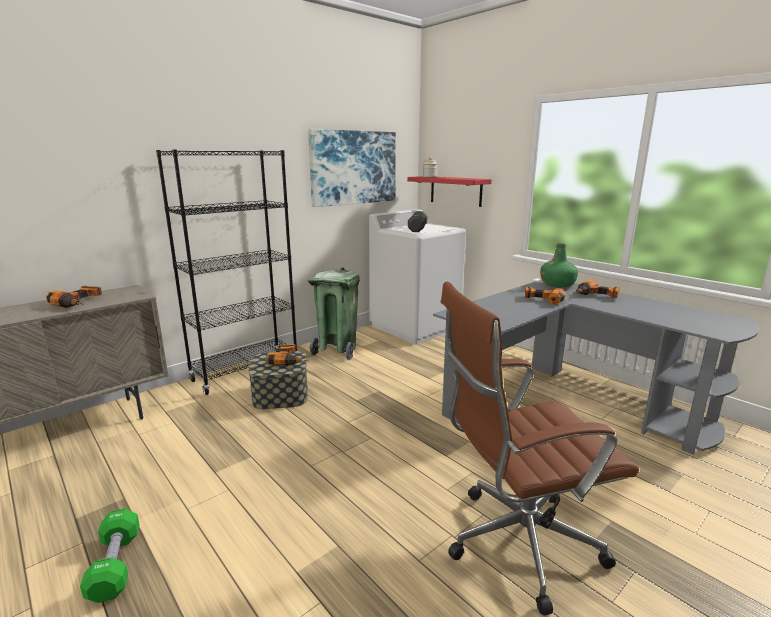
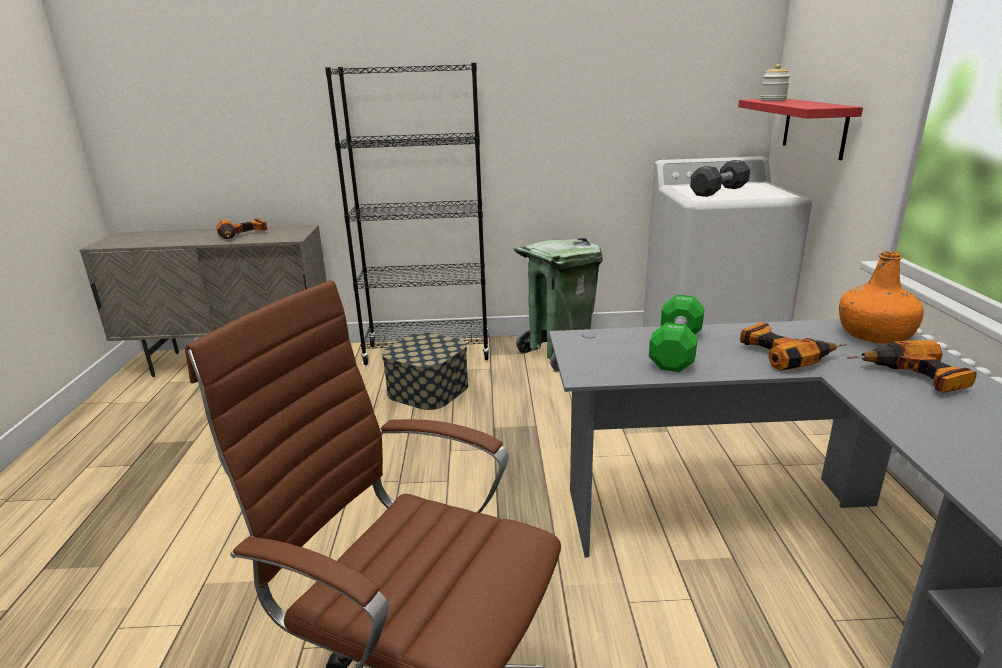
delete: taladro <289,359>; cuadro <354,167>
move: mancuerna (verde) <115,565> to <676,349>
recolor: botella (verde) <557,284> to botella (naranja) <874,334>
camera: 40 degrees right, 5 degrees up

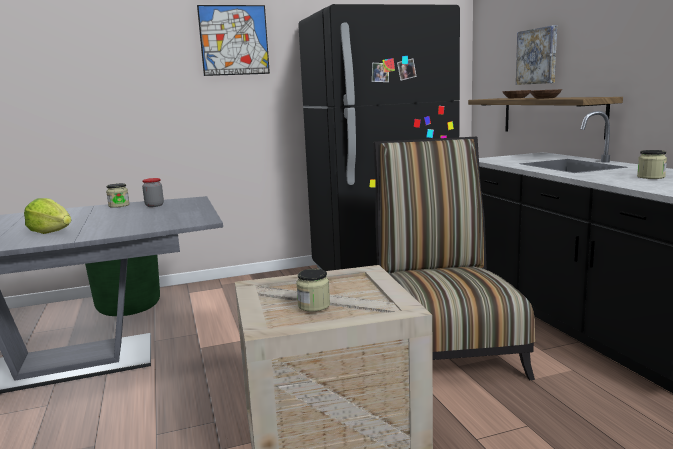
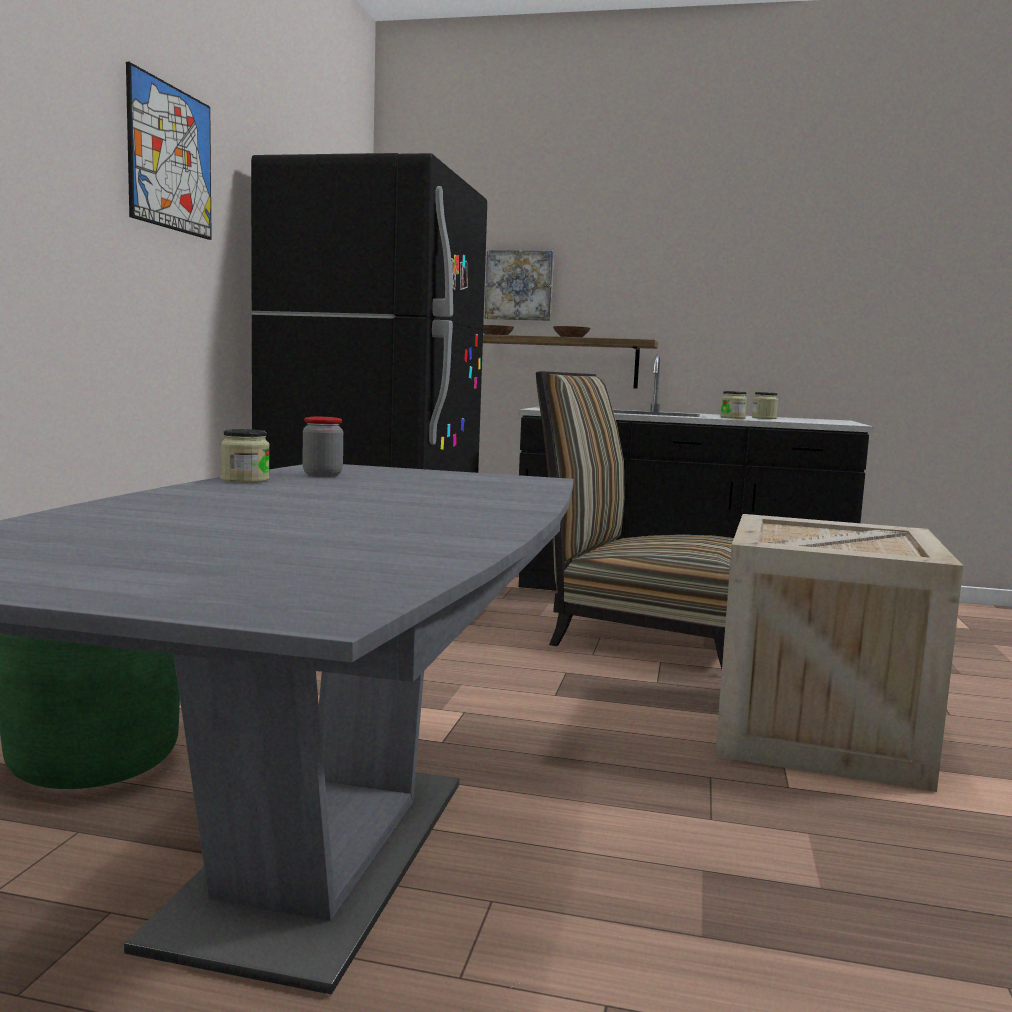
delete: lechuga <51,232>
move: tarro <314,305> to <733,418>
camera: 60 degrees left, 5 degrees down

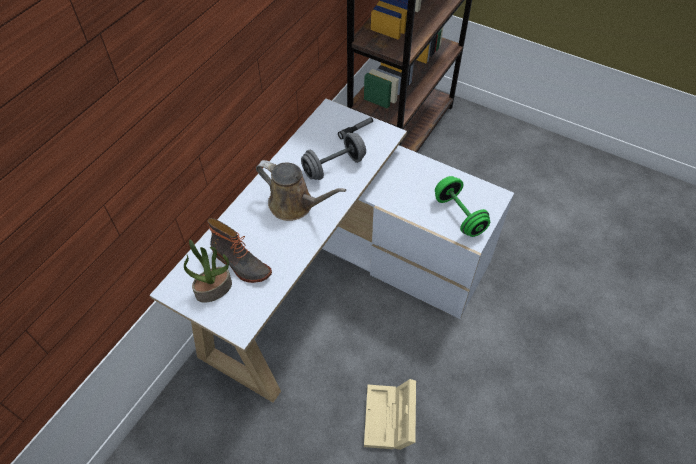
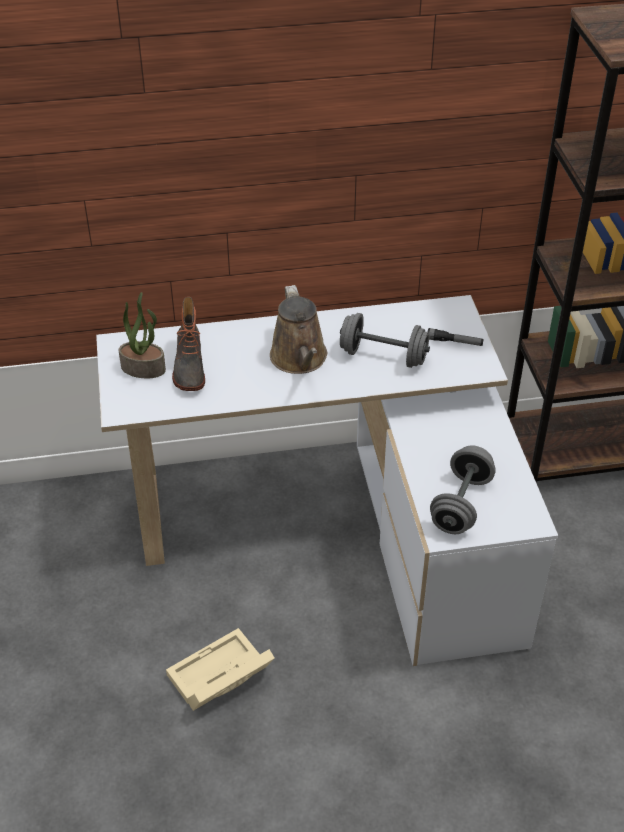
recolor: mancuerna (verde) <459,215> to mancuerna (gris) <461,504>
camera: 50 degrees right, 10 degrees down

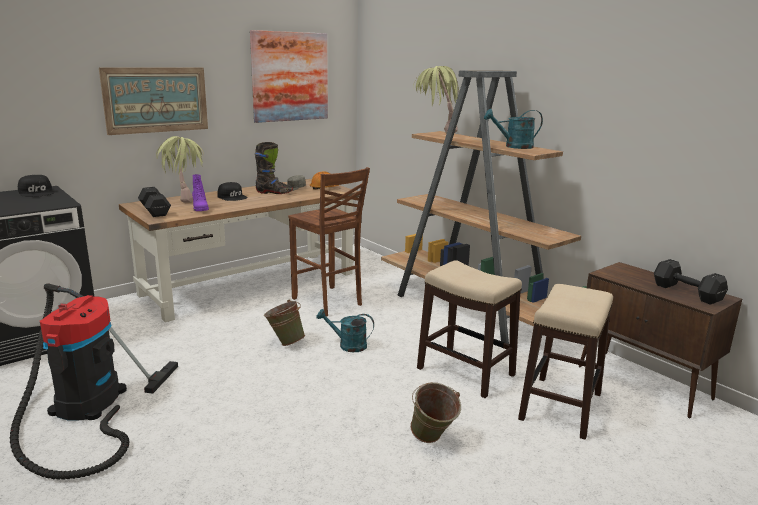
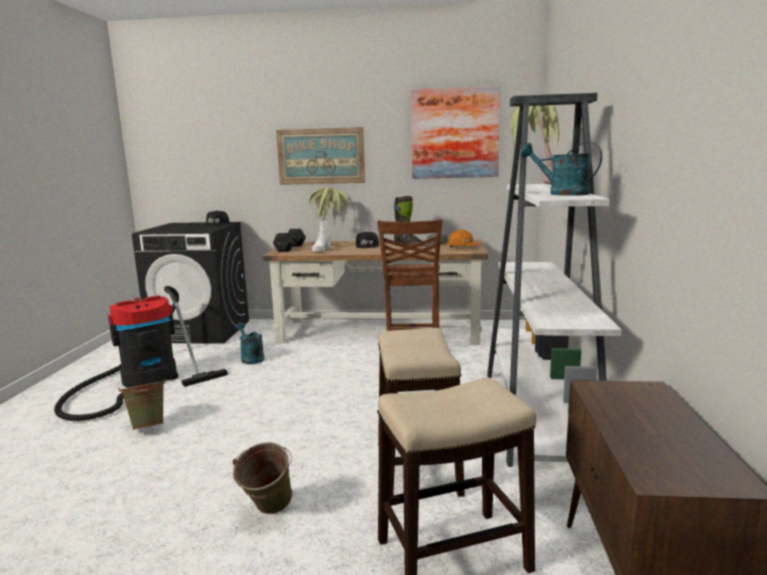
delete: mancuerna (negro) <685,292>
move: cubo (verde) <285,342> to <148,426>; regadera (turquesa) <347,345> to <250,358>
recolor: bota (morado) <200,209> to bota (blanco) <321,250>; estantería (marrón) <472,312> to estantería (blanco) <540,416>
camera: 45 degrees right, 5 degrees down

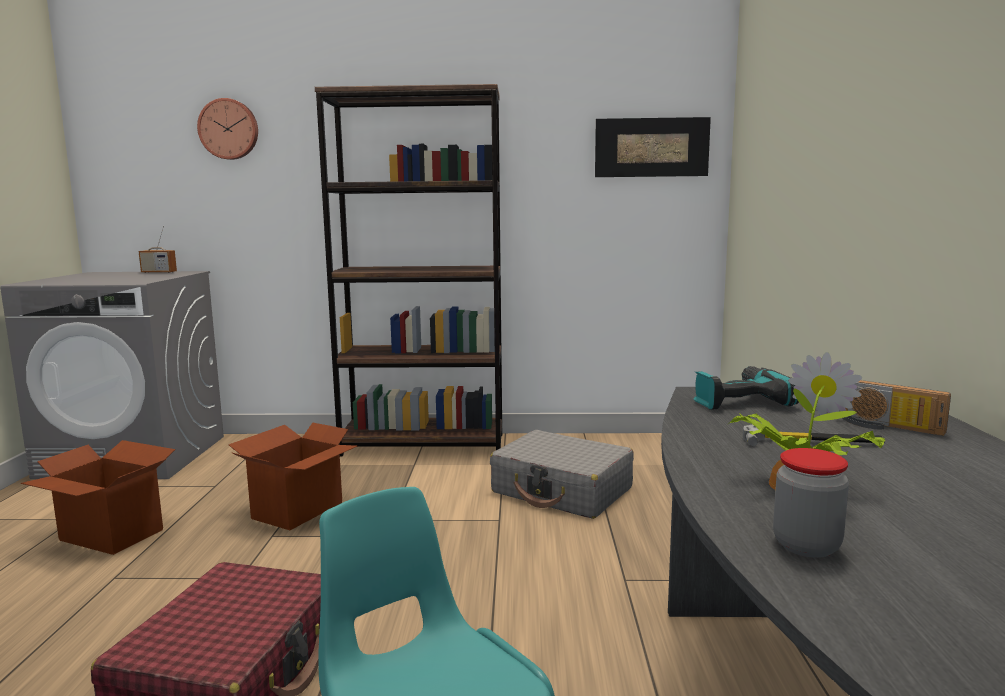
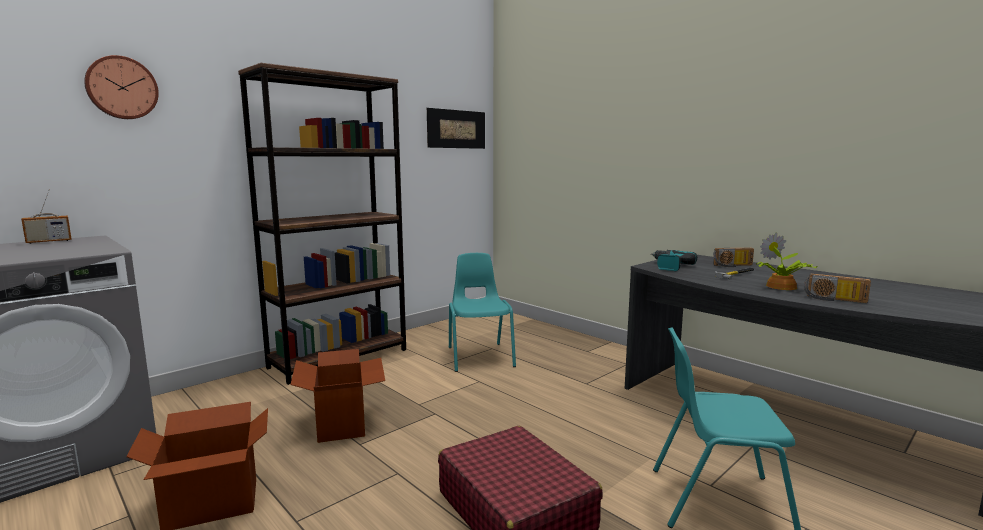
replace: maleta (gris) <562,491> to silla (turquesa) <480,356>; tarro <806,546> to radio <834,300>
camera: 45 degrees left, 0 degrees up

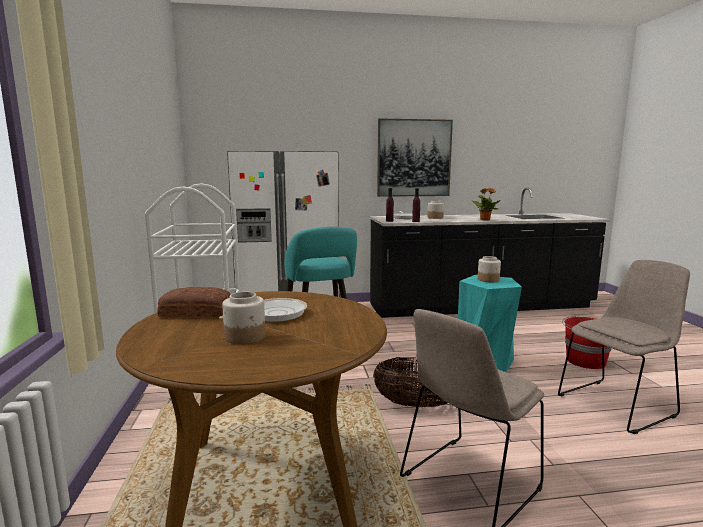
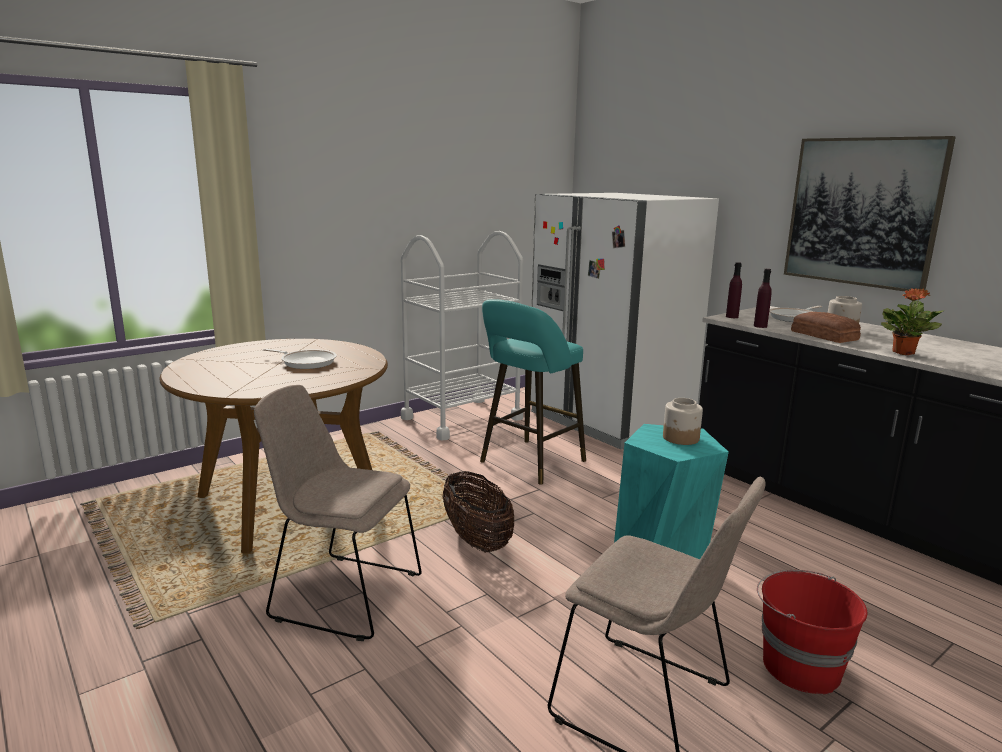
delete: tarro <245,337>
move: pan <196,312> to <824,335>
camera: 60 degrees right, 5 degrees up

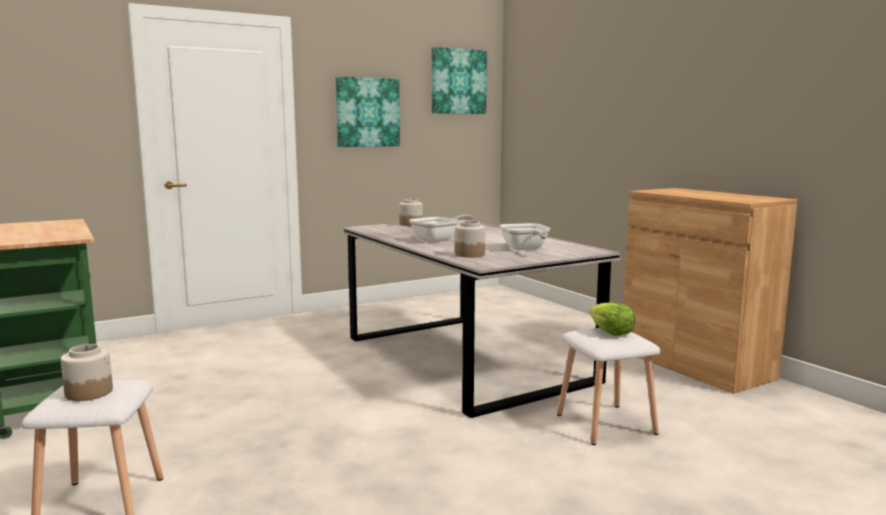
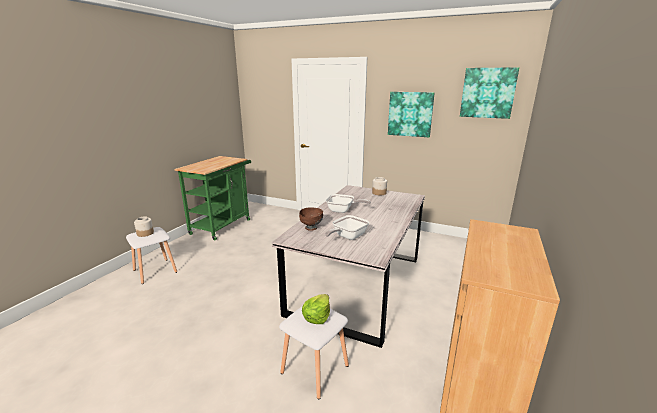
replace: tarro <469,254> to cuenco (marrón) <311,228>
camera: 55 degrees right, 10 degrees up

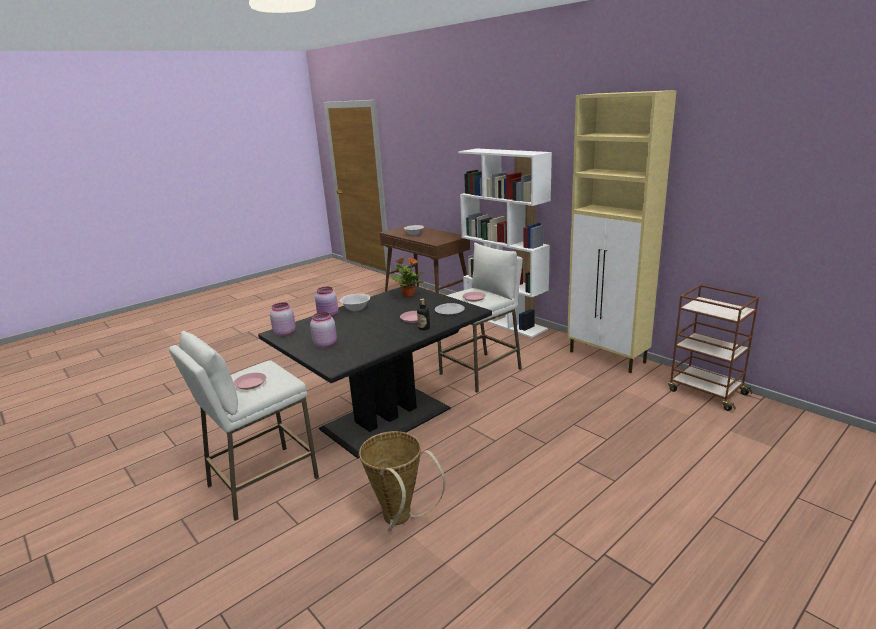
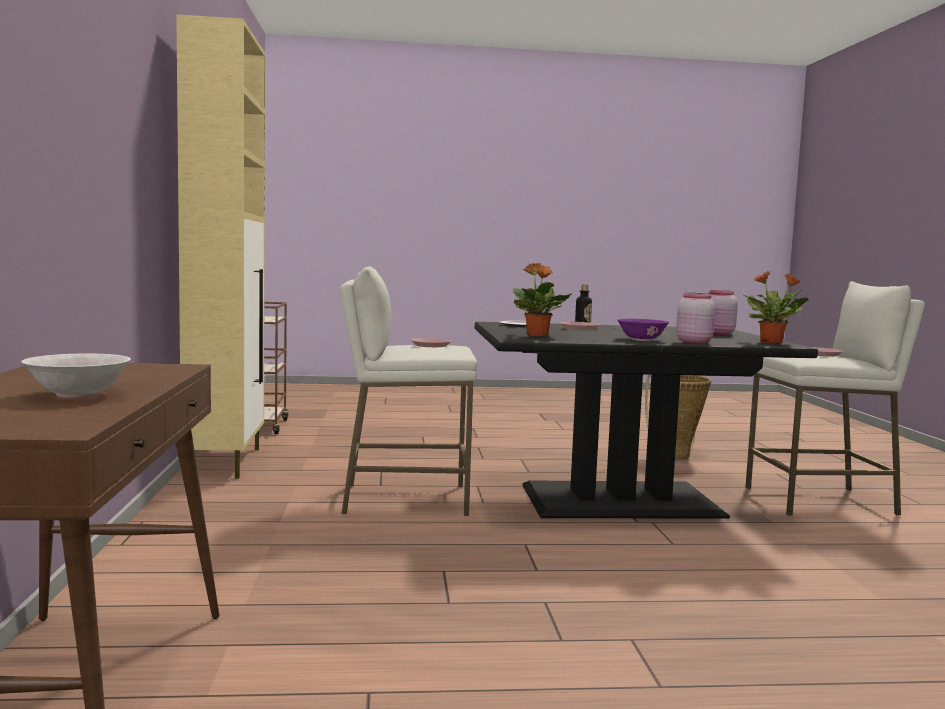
delete: estantería (blanco) <505,321>
replace: tarro (rosa) <285,333> to planta en maceta <772,343>
recolor: cuenco (blanco) <356,309> to cuenco (morado) <642,340>
camera: 145 degrees left, 15 degrees down

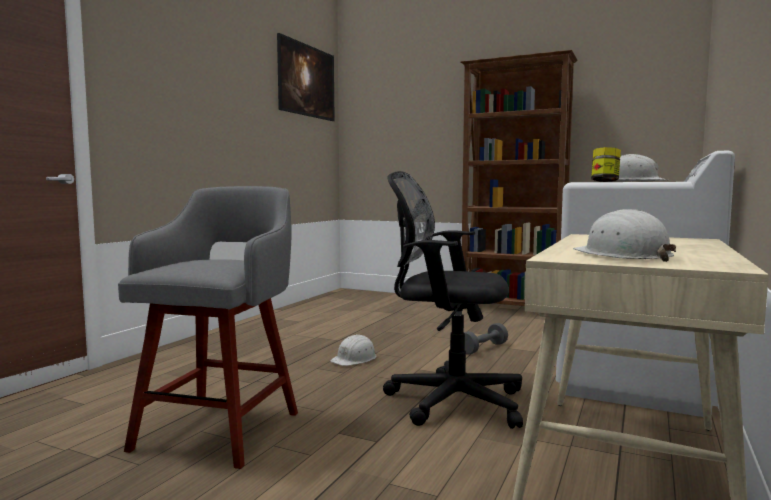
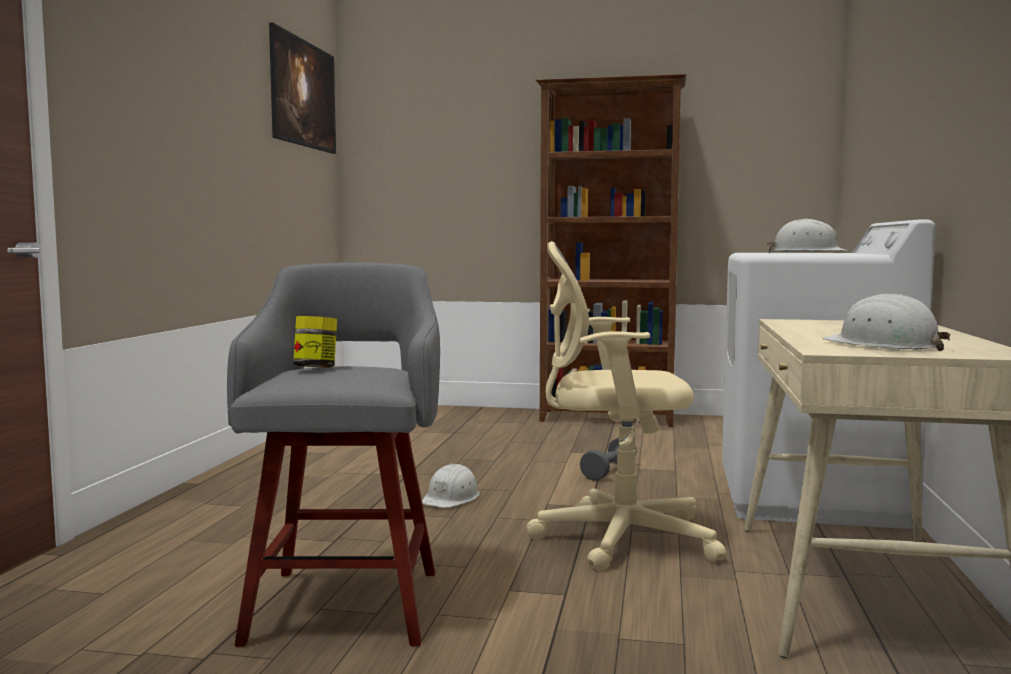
move: tarro <605,182> to <316,368>
recolor: silla de oficina (negro) <449,401> to silla de oficina (beis) <615,538>
camera: 15 degrees left, 0 degrees up

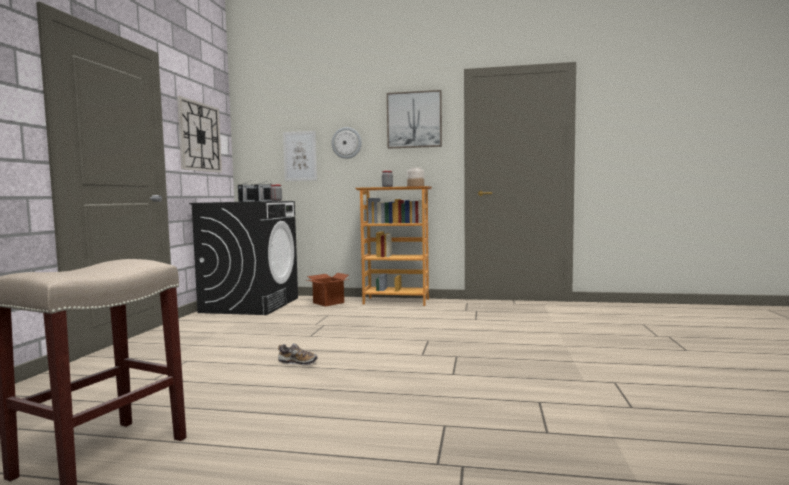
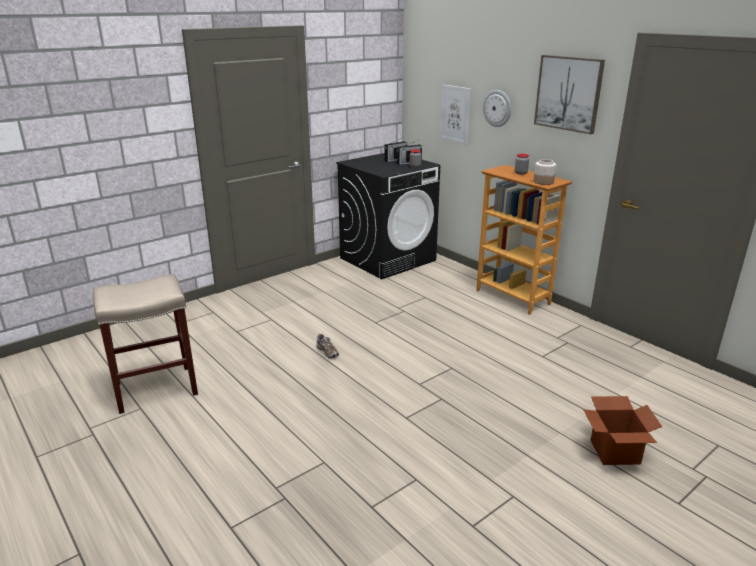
delete: reloj de pared <199,137>
move: caja de cartón <328,303> to <615,452>
camera: 40 degrees right, 20 degrees up

